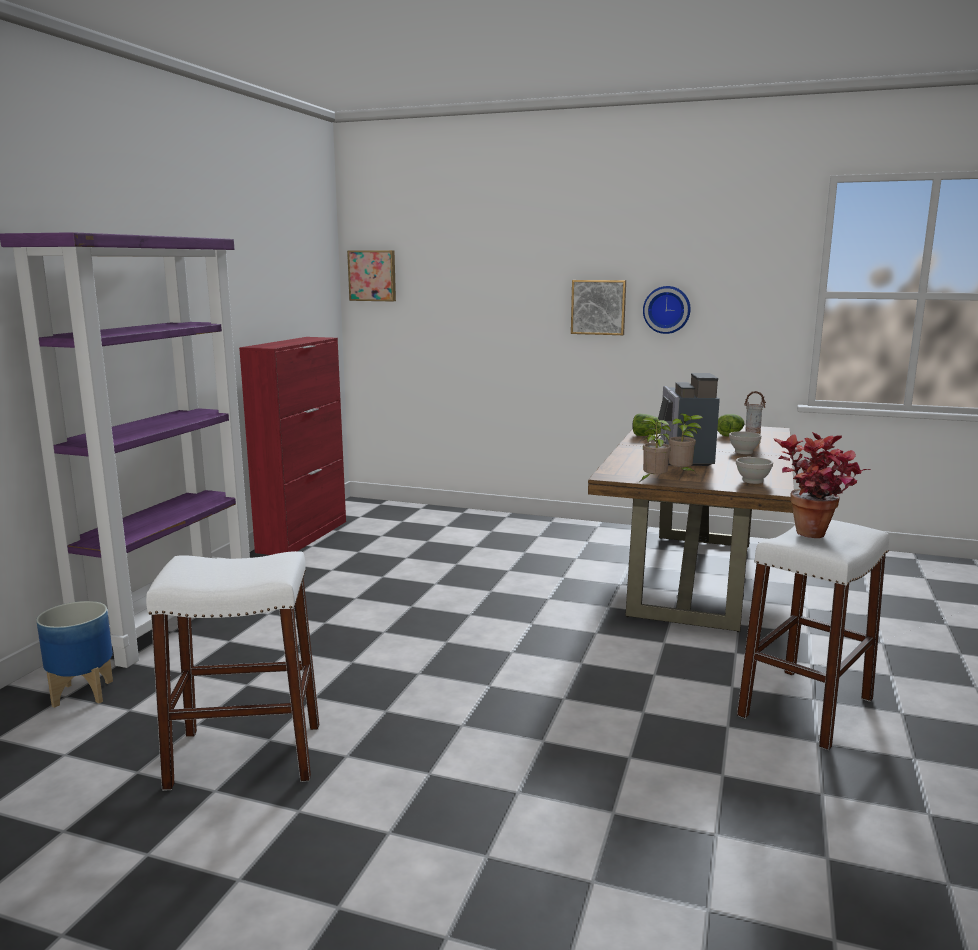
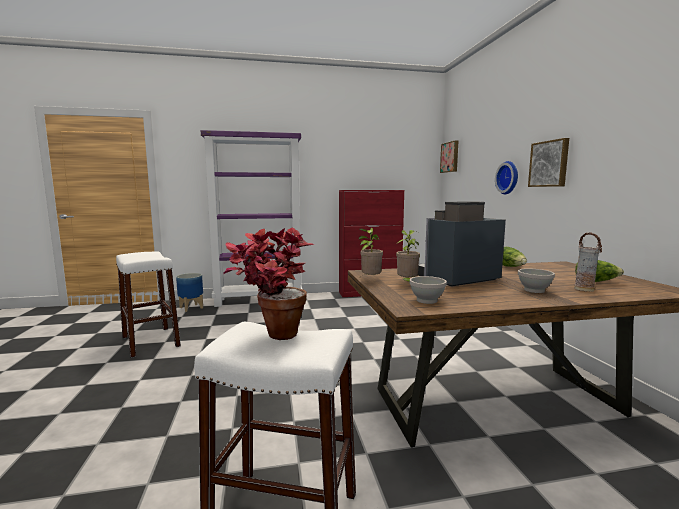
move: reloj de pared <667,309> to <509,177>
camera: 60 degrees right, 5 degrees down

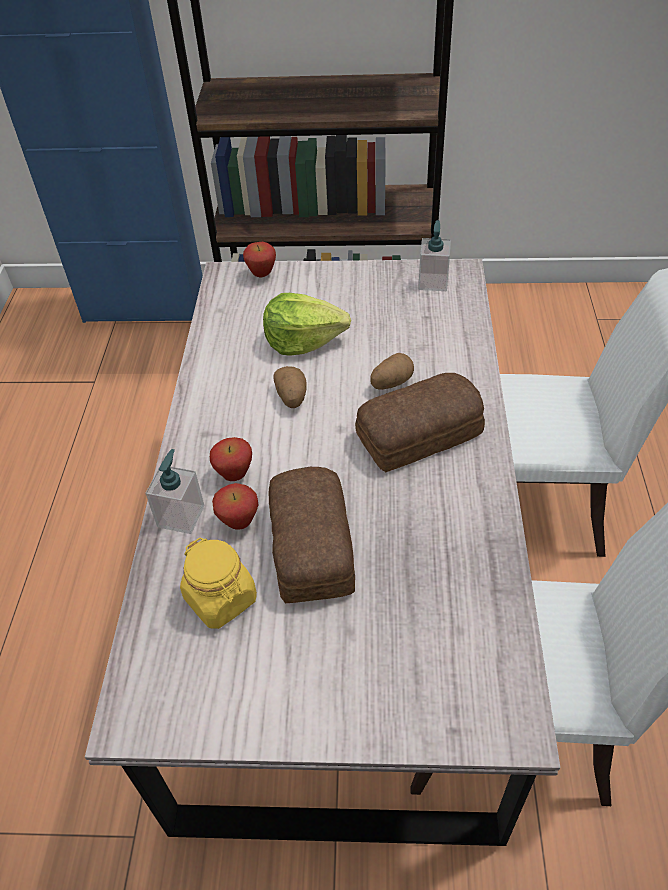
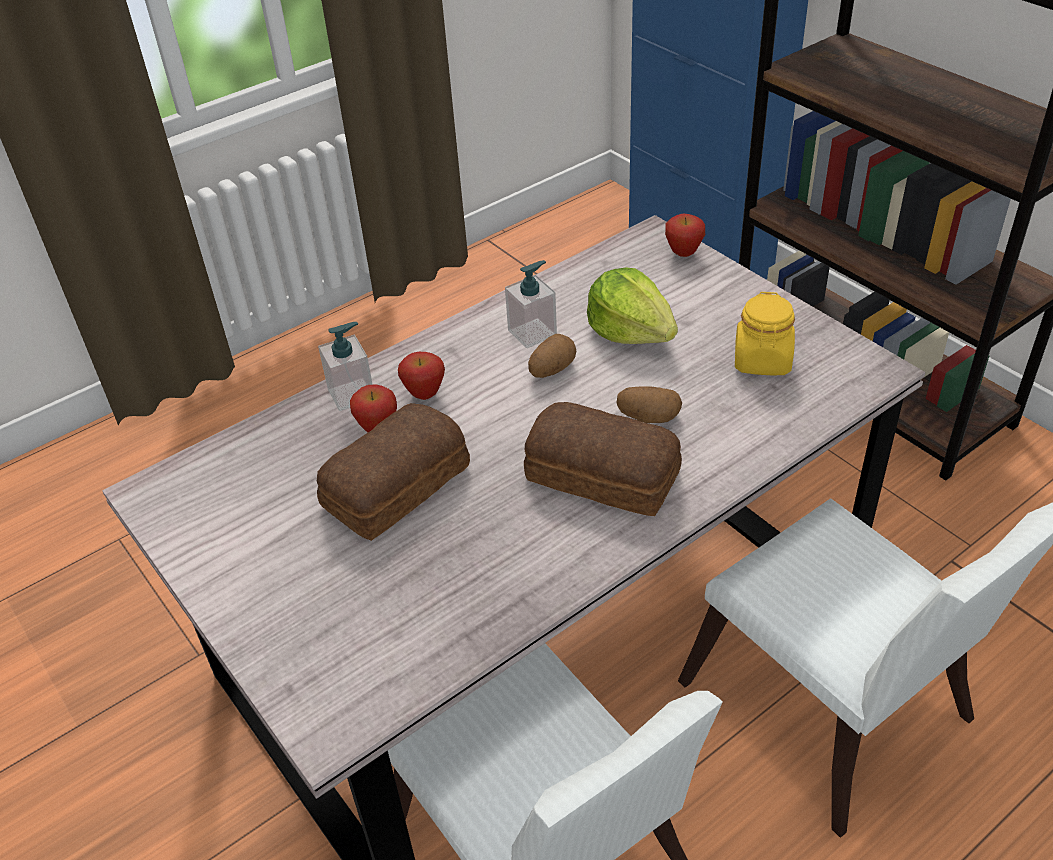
move: tarro (amarillo) <221,599> to <762,360>; dispensador de jabón <433,282> to <532,333>
camera: 50 degrees right, 5 degrees down

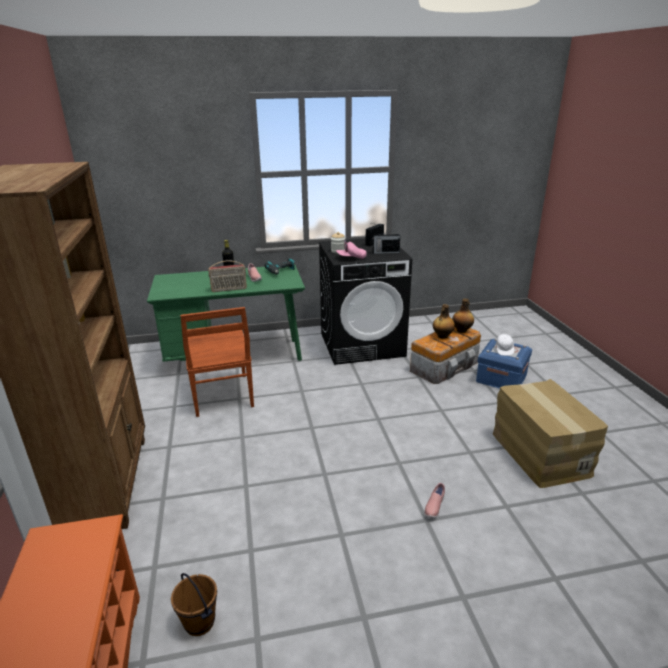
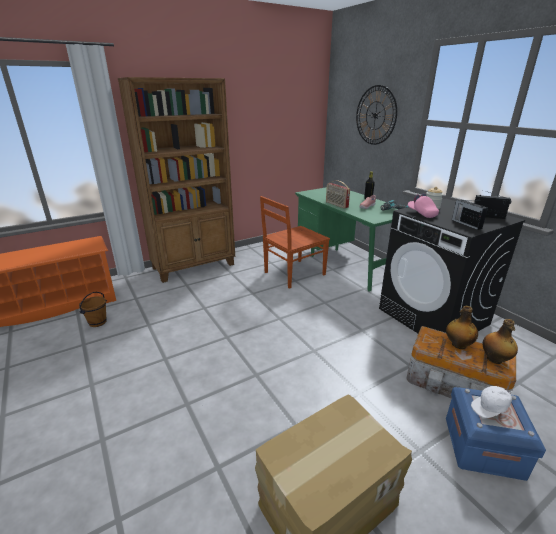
delete: zapato (rosa) <434,507>
insert: reloj de pared <375,115>
camera: 70 degrees right, 0 degrees up

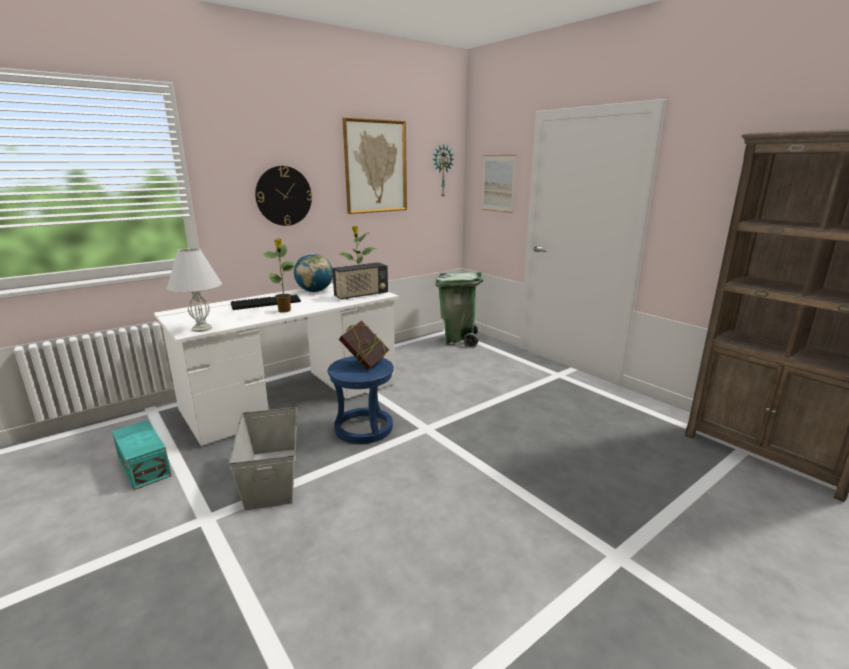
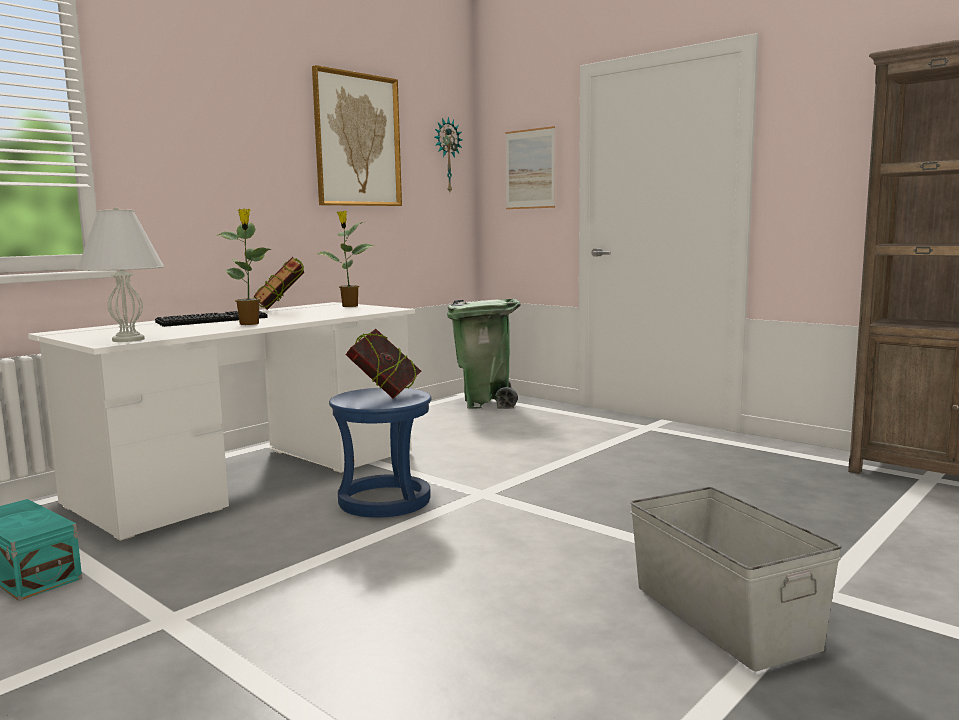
delete: reloj de pared <284,196>; radio <361,295>
move: caja de almacenaje (gris) <271,477> to <723,616>
replace: globo terráqueo <315,291> to libro <281,310>
camera: 10 degrees left, 10 degrees down

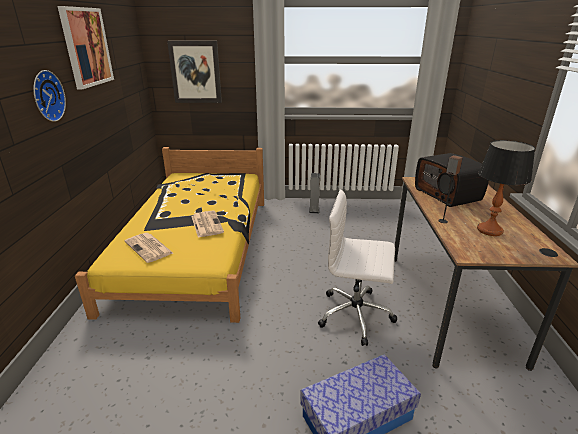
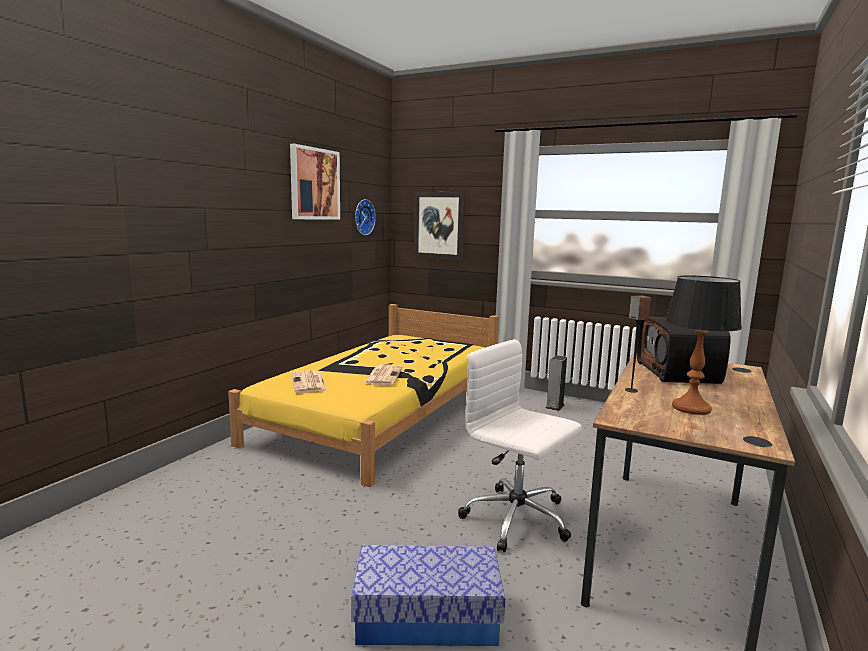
move: reloj de pared <46,96> to <363,217>
camera: 25 degrees right, 15 degrees down

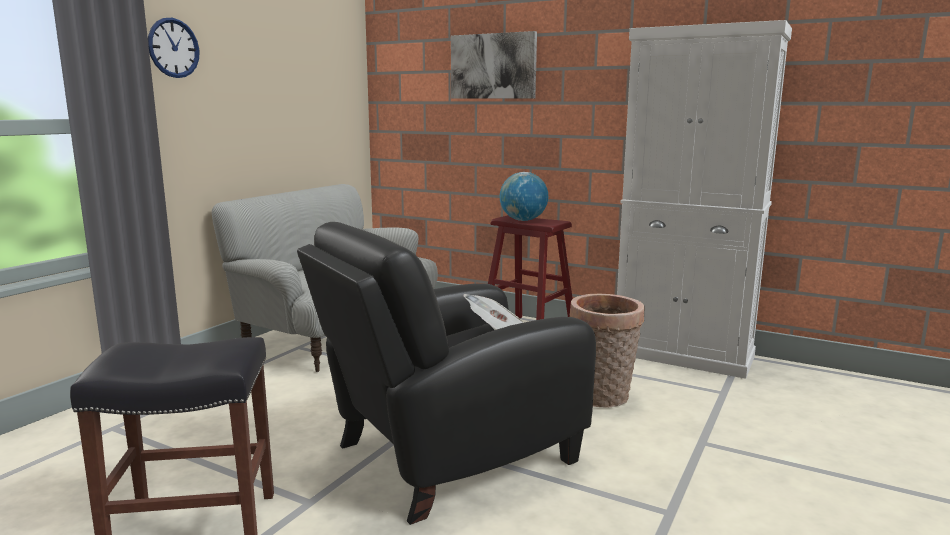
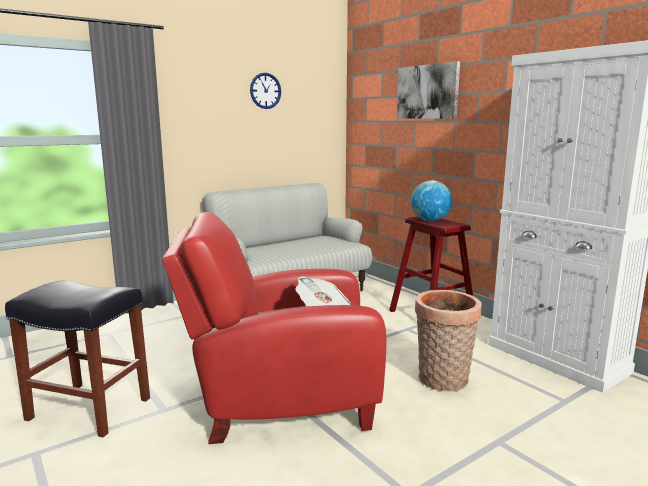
move: reloj de pared <173,48> to <265,91>
recolor: sillón (negro) <448,456> to sillón (rojo) <280,400>
camera: 25 degrees right, 0 degrees up

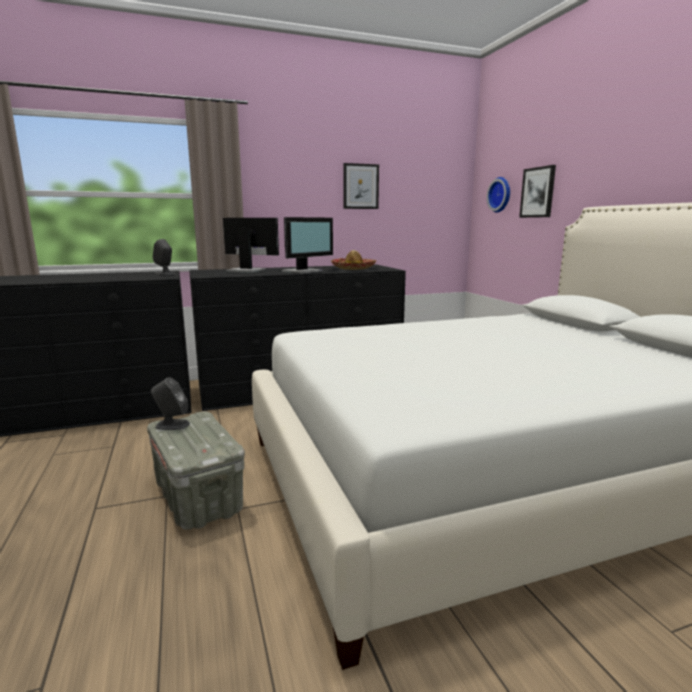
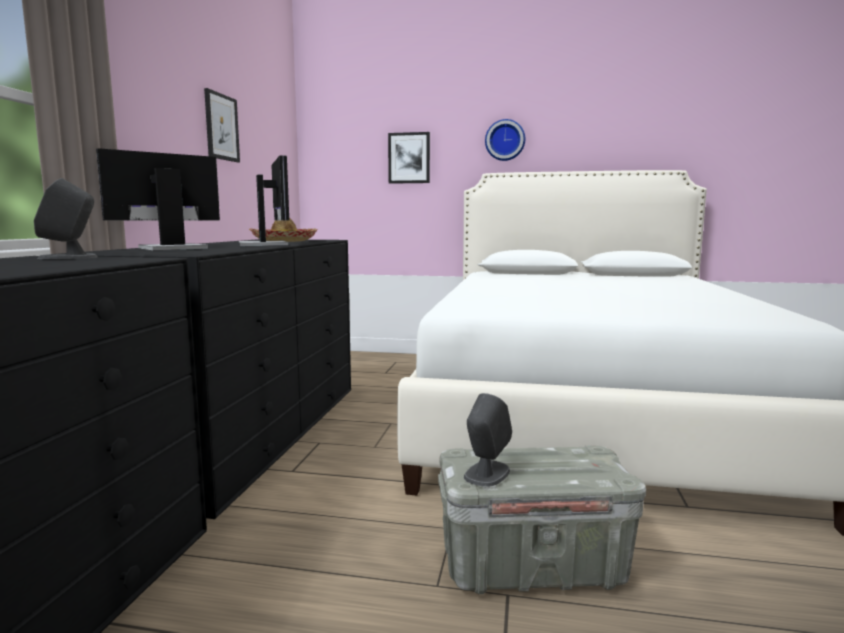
move: reloj de pared <501,195> to <505,140>
camera: 60 degrees left, 5 degrees down

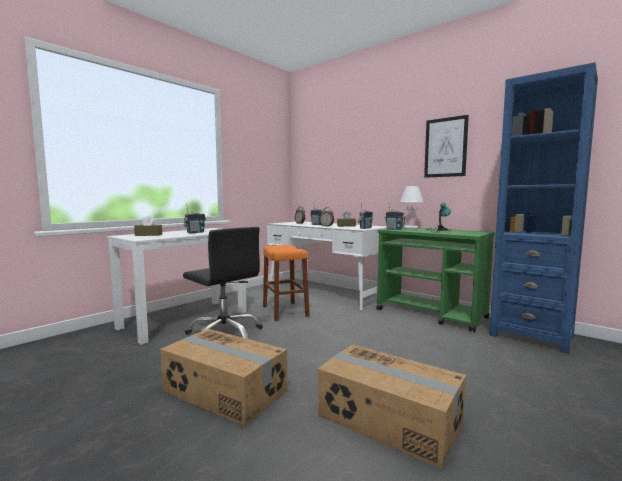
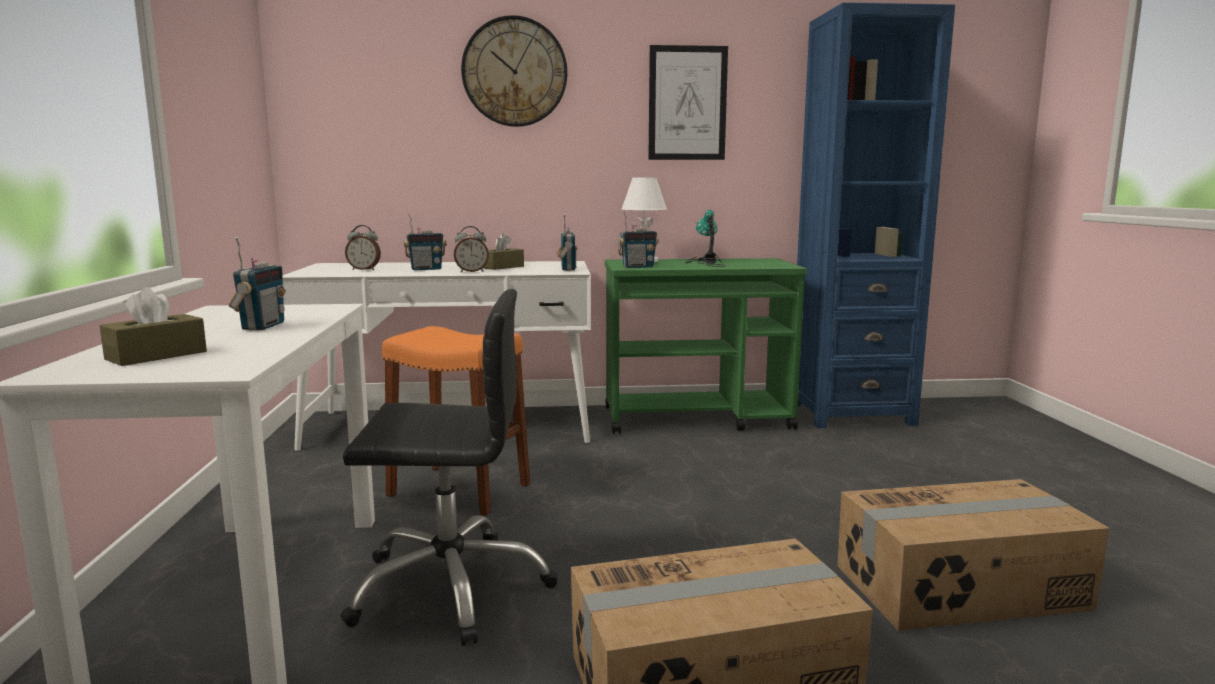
insert: reloj de pared <514,72>
camera: 45 degrees left, 5 degrees up

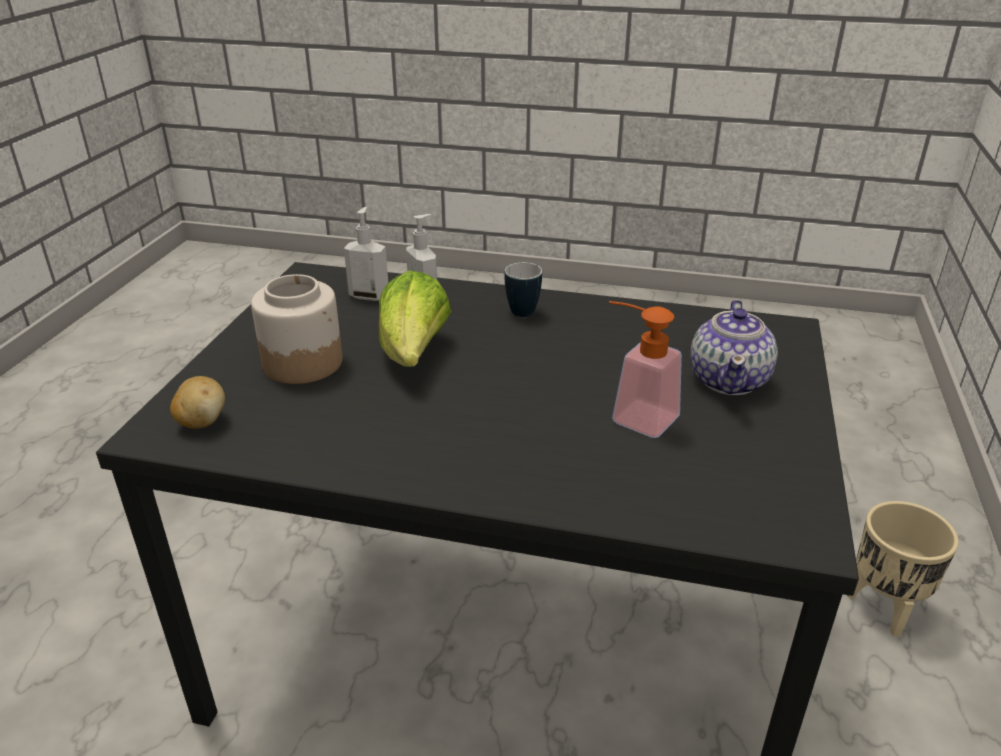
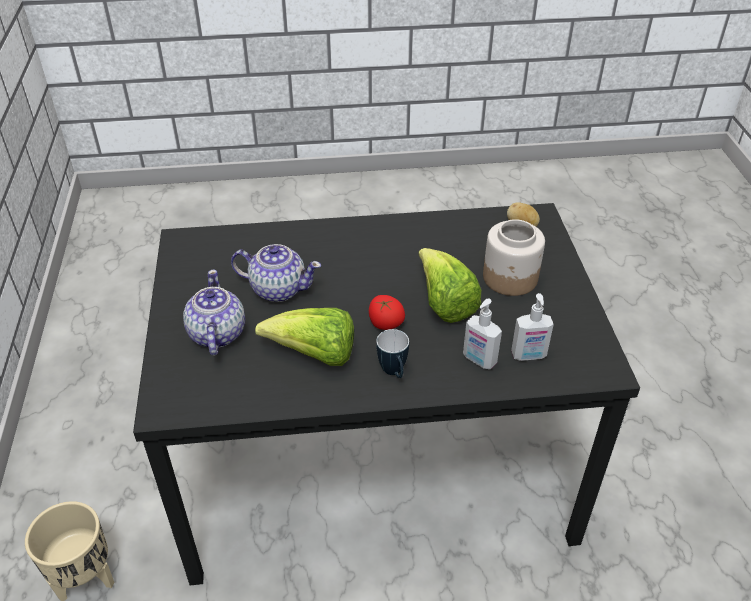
insert: lechuga <314,355>; tomate <385,323>
replace: dispensador de jabón <634,416> to tetera <278,289>
camera: 160 degrees right, 10 degrees up

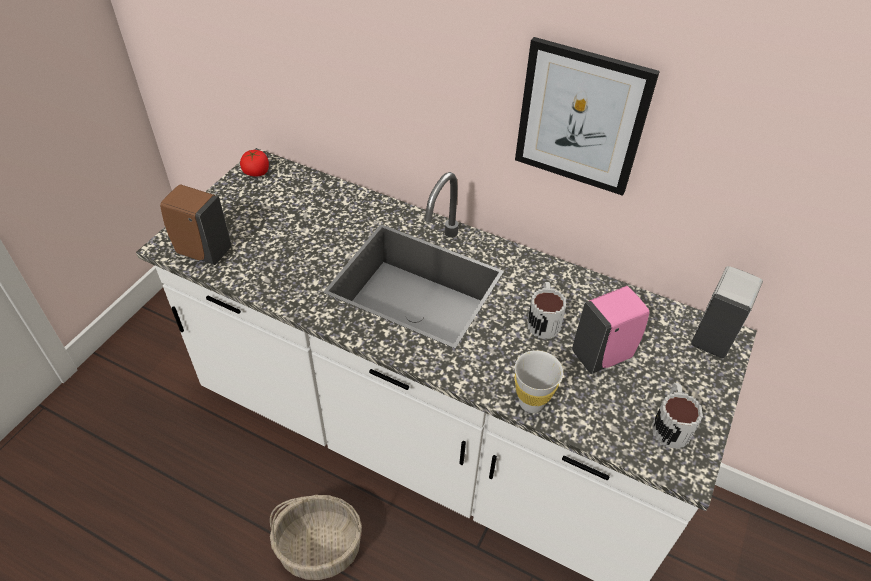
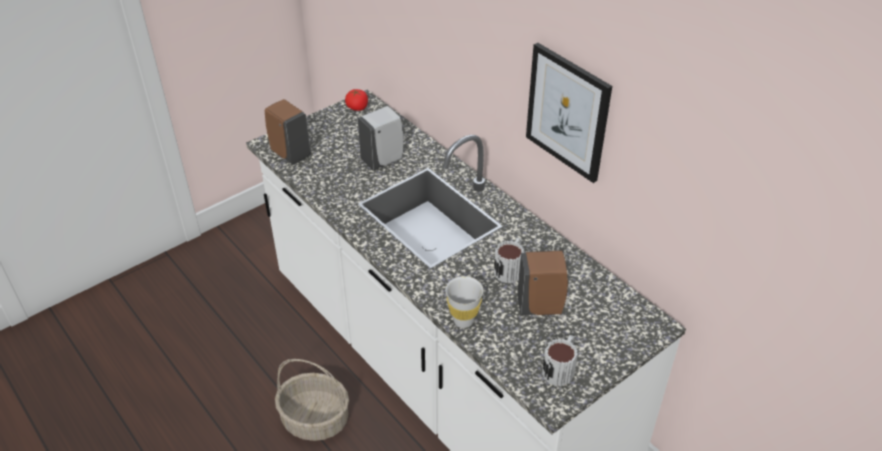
move: dispensador de jabón (blanco) <713,336> to <383,160>
recolor: dispensador de jabón (rosa) <603,355> to dispensador de jabón (marrón) <541,306>
camera: 25 degrees right, 5 degrees down

